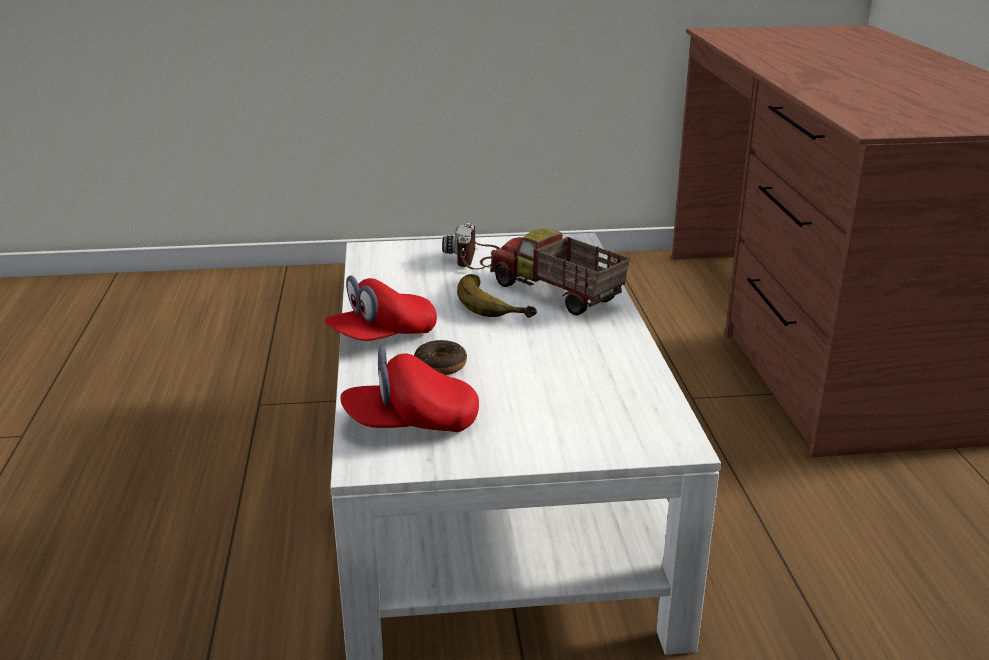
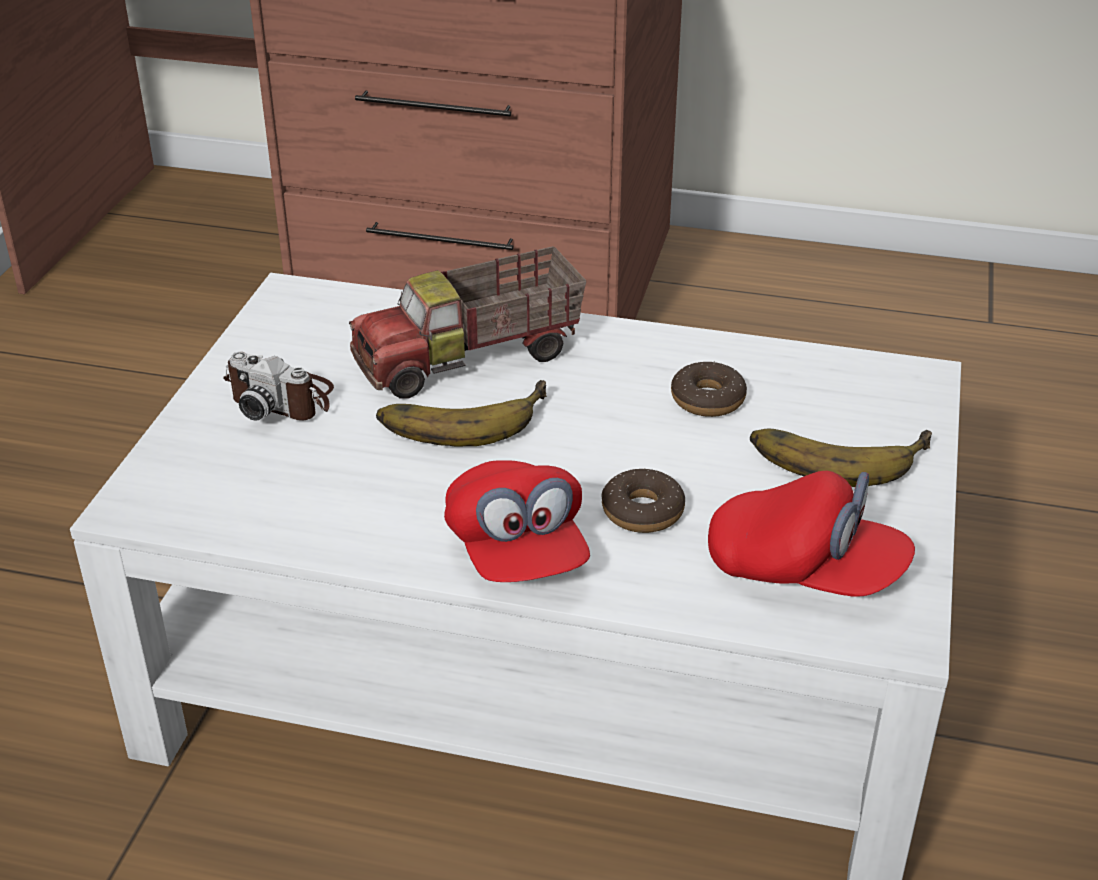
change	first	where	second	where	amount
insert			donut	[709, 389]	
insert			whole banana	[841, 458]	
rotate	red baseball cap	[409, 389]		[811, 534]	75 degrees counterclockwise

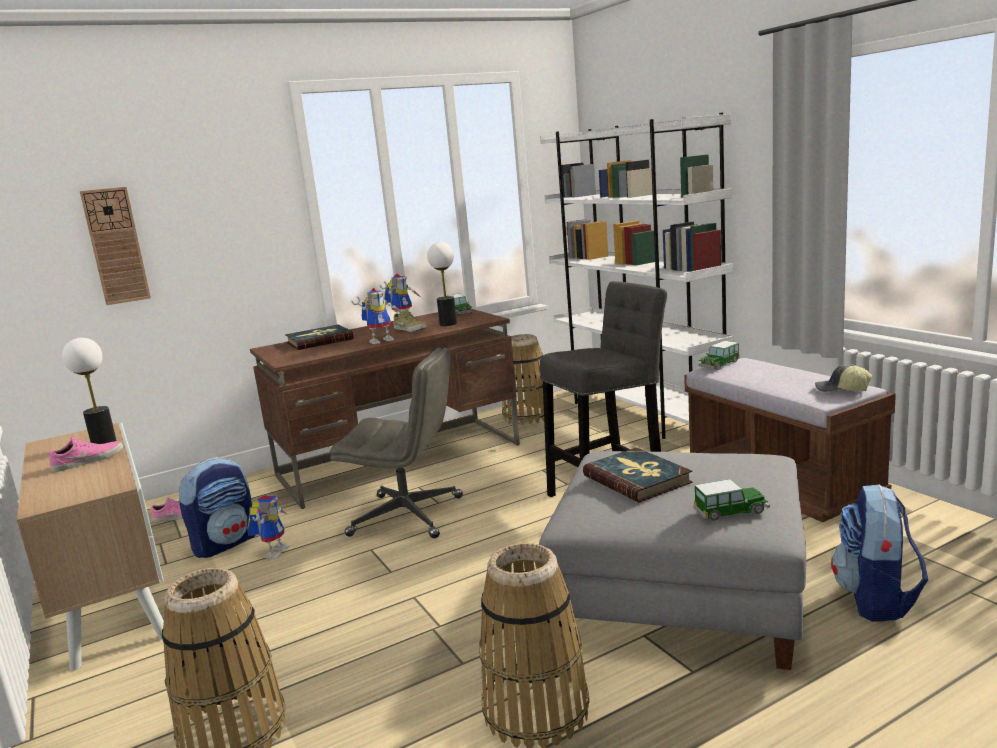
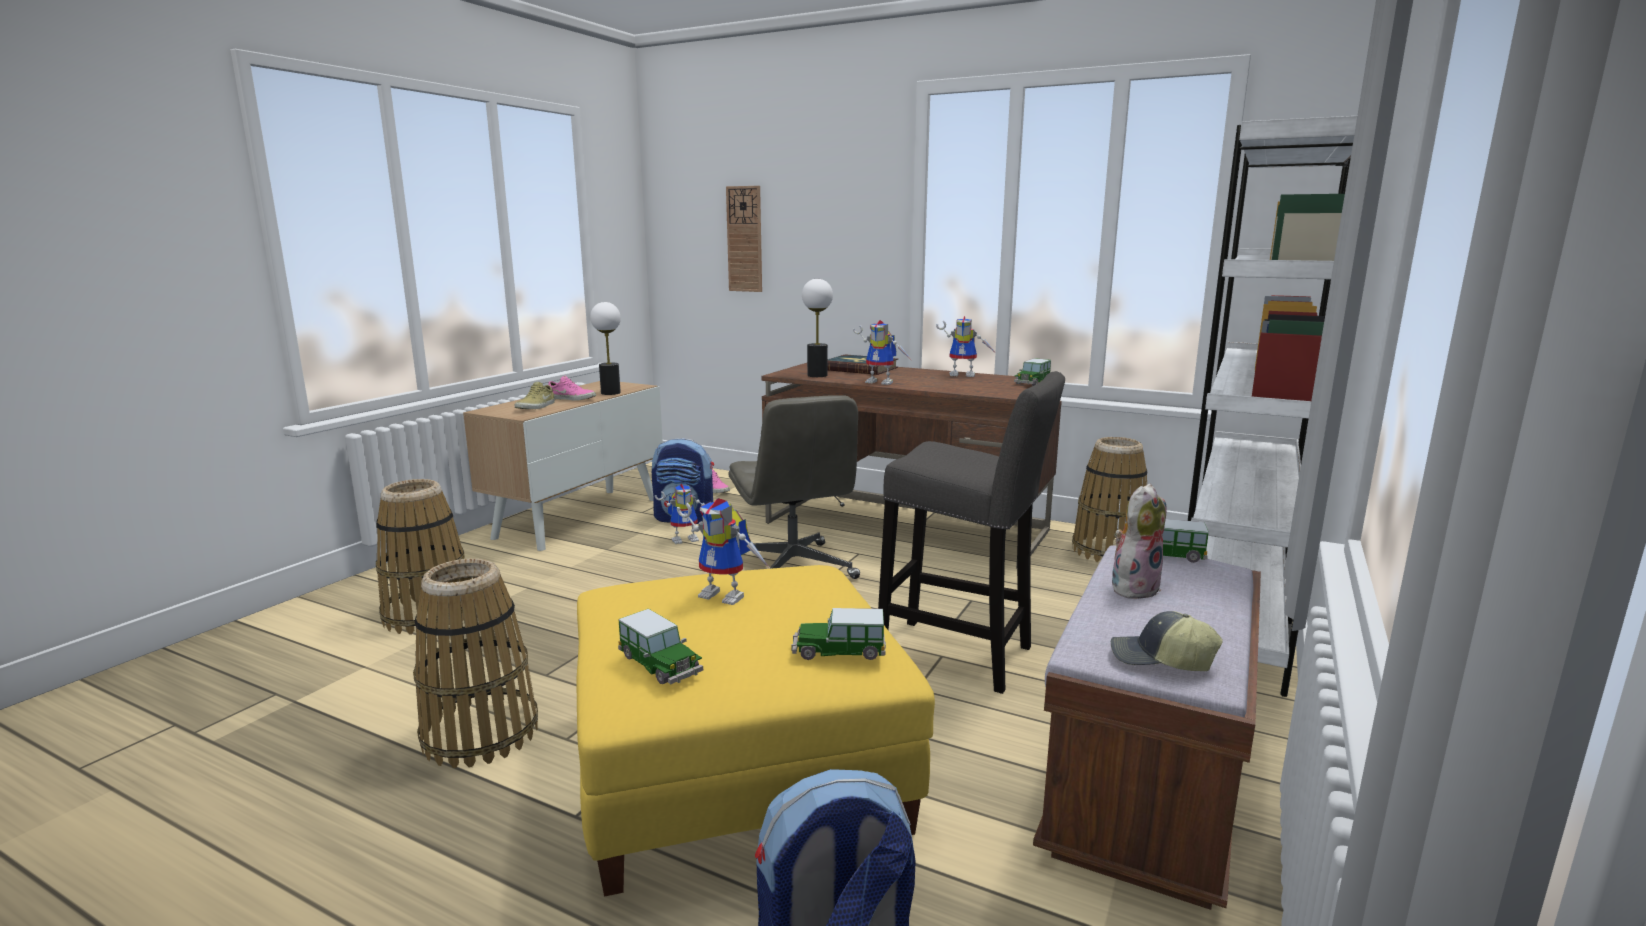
change	first	where	second	where	amount
insert			model car	[839, 634]	
insert			cuddly toy	[1139, 542]	
move	beige-coloured shoe	[410, 320]		[535, 395]	
move	table lamp	[442, 284]		[817, 328]	
replace	volume	[638, 475]	toy robot	[723, 551]	
recolor	grey pouffe	[672, 560]	yellowish pouffe	[755, 730]	
rotate	baseball cap	[843, 378]		[1167, 641]	60 degrees counterclockwise

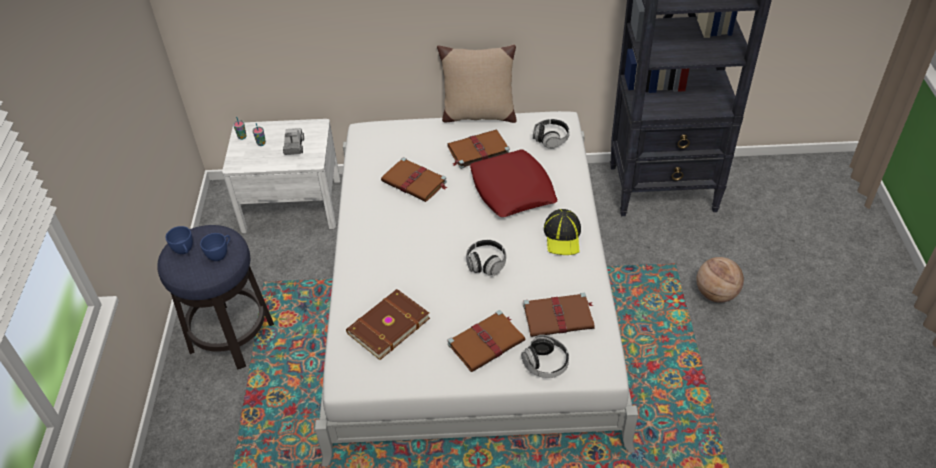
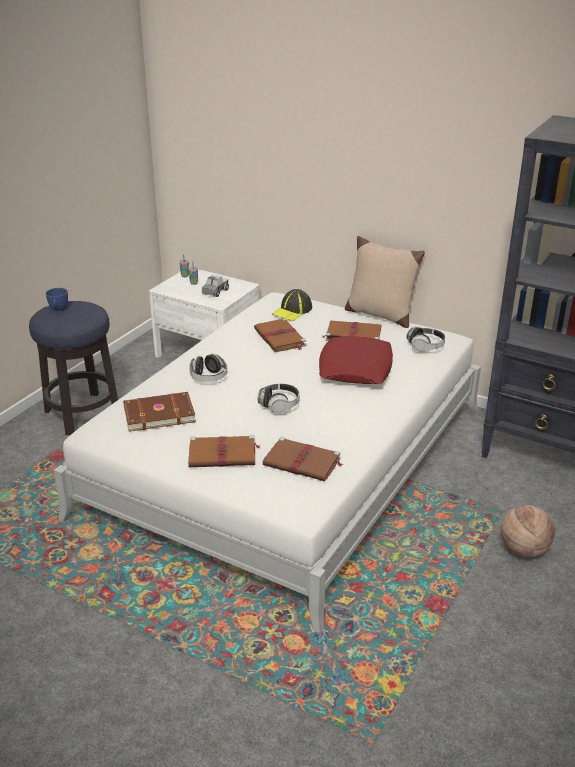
change	first	where	second	where	amount
delete	blue cup	[215, 247]			
move	headphones	[545, 356]		[208, 368]	
move	baseball cap	[562, 232]		[292, 305]	

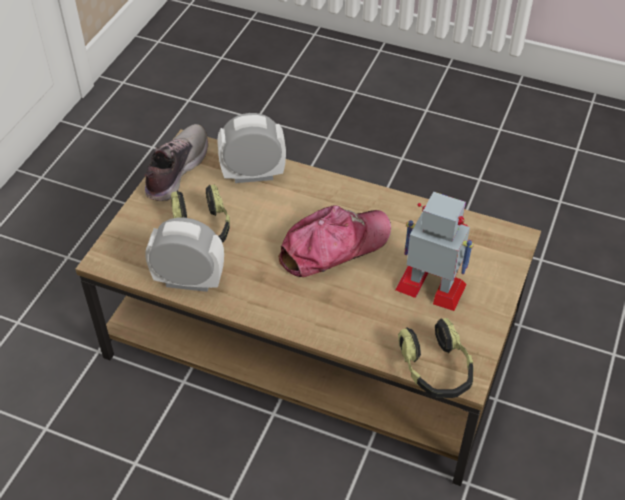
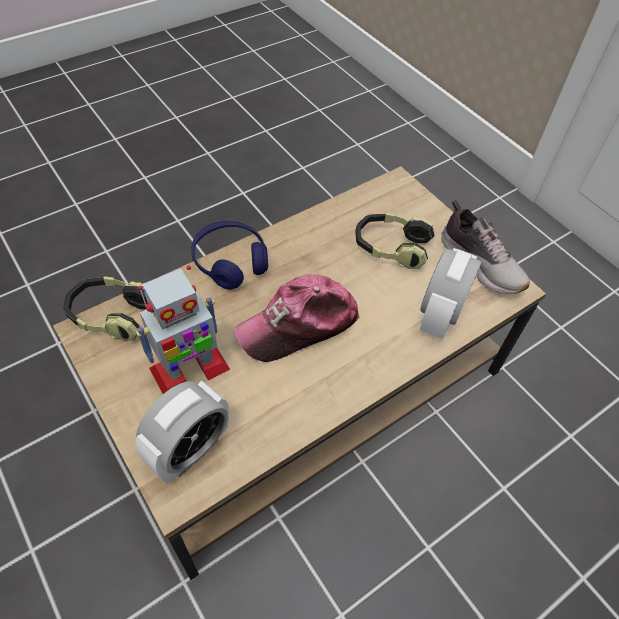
change	first	where	second	where	amount
insert			blue headphones	[229, 255]	
move	table clock	[184, 255]		[182, 432]	
rotate	baseball cap	[334, 241]		[296, 318]	60 degrees clockwise

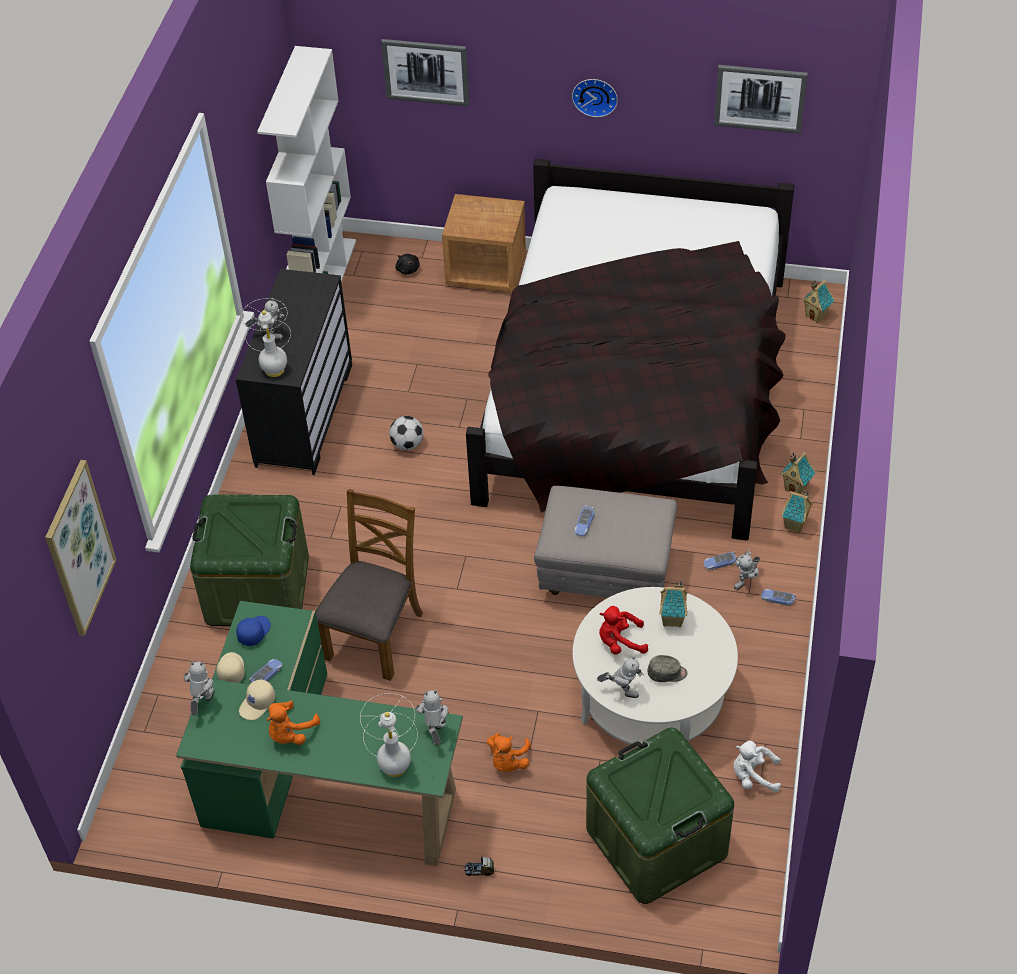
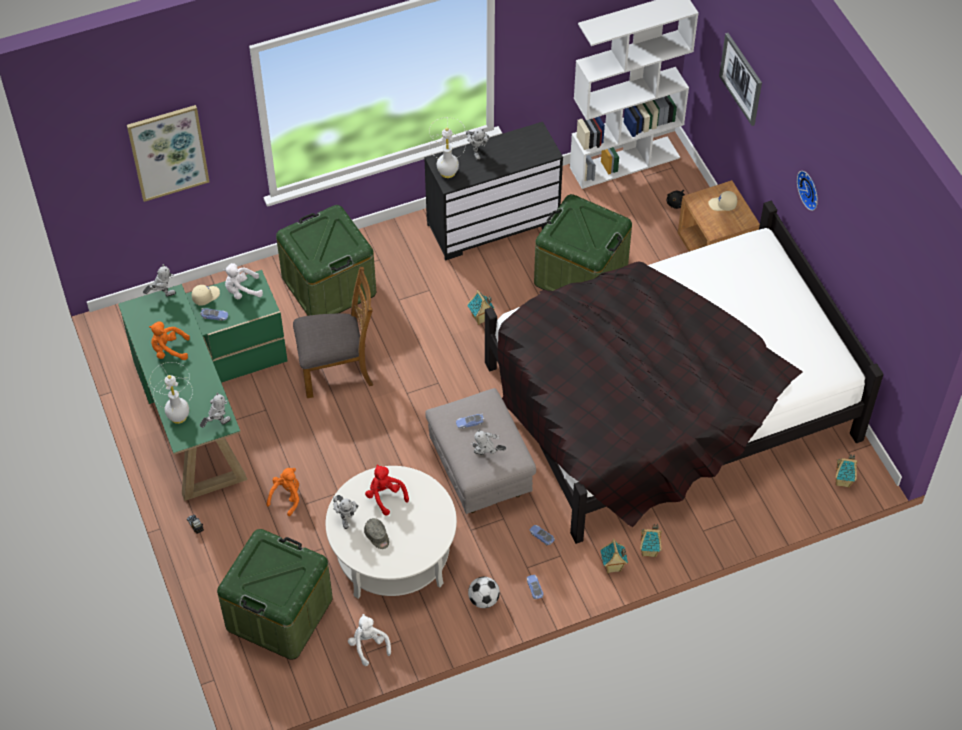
change	first	where	second	where	amount
delete	wall picture	[761, 99]			
insert			green-coloured storage container	[583, 242]	
move	beige-coloured baseball cap	[257, 700]		[723, 201]	
move	football ball	[406, 433]		[484, 592]	
move	model house	[674, 604]		[481, 307]	
move	toy robot	[747, 570]		[488, 442]	
replace	blue baseball cap	[253, 631]	white cuddly toy	[243, 281]	
rotate	orangey cuddly toy	[509, 752]		[283, 492]	135 degrees clockwise

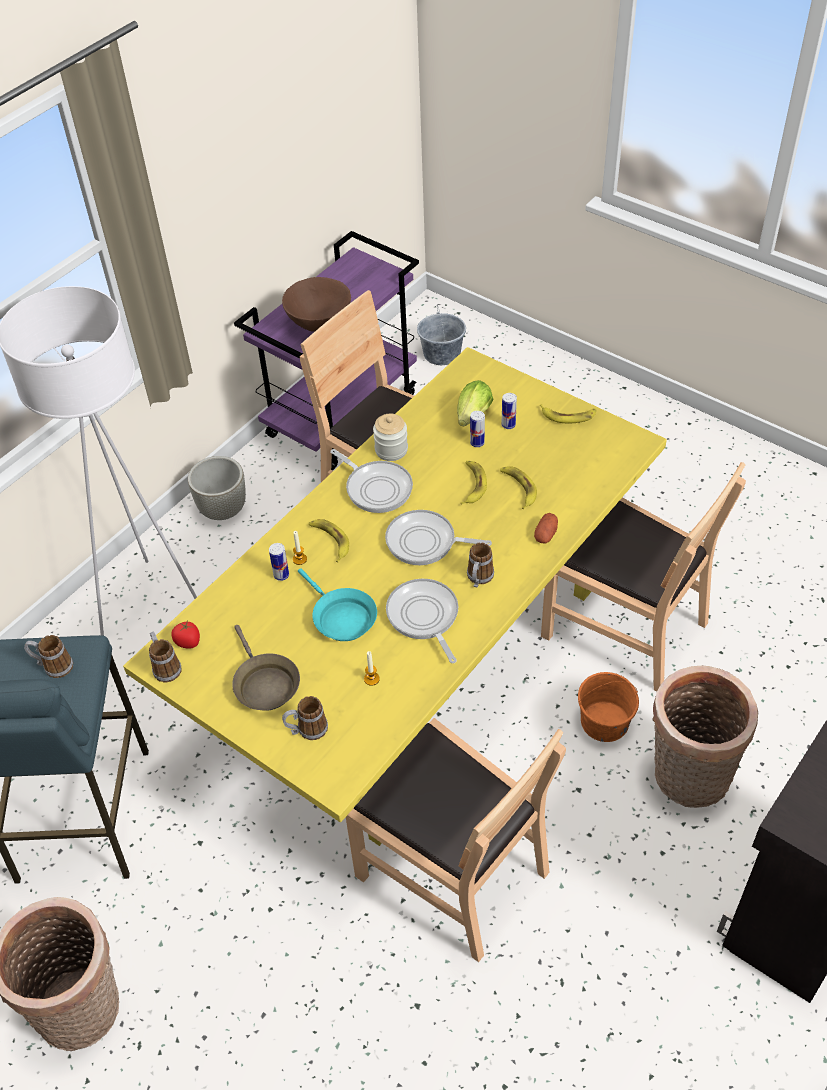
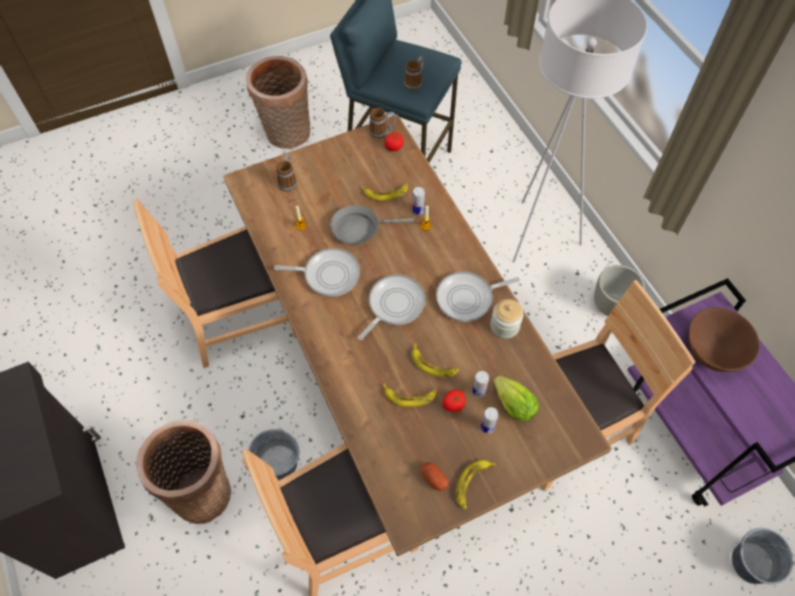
change	first	where	second	where	amount
delete	brown-coloured frying pan	[266, 668]			
delete	mug	[480, 565]			
insert			fresh tomato	[454, 401]	
move	whole banana	[329, 540]		[385, 192]	
move	potato	[546, 528]		[435, 476]	
recolor	yellowish kitchen table	[395, 596]	brown-coloured kitchen table	[417, 335]	
recolor	turquoise-coloured frying pan	[337, 604]	grey frying pan	[372, 225]	
recolor	orangey bucket	[608, 707]	grey bucket	[274, 455]	

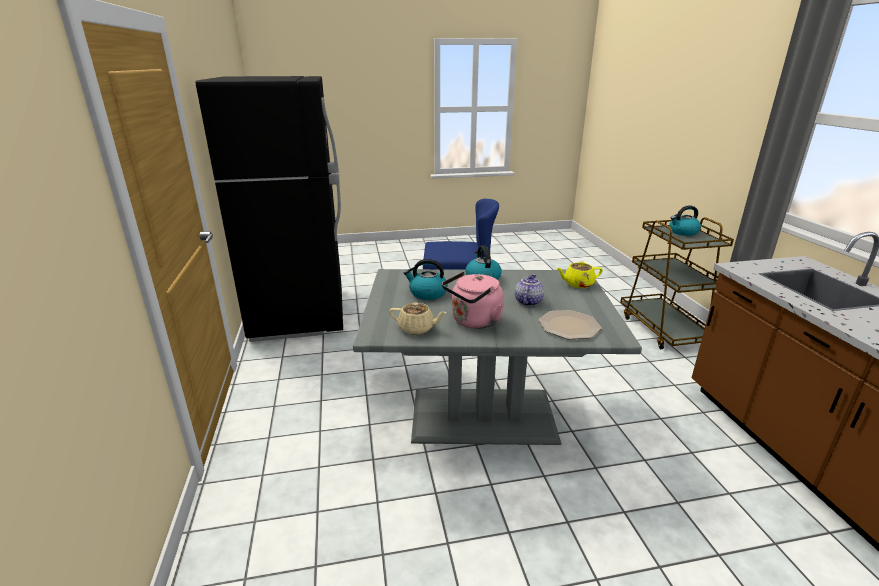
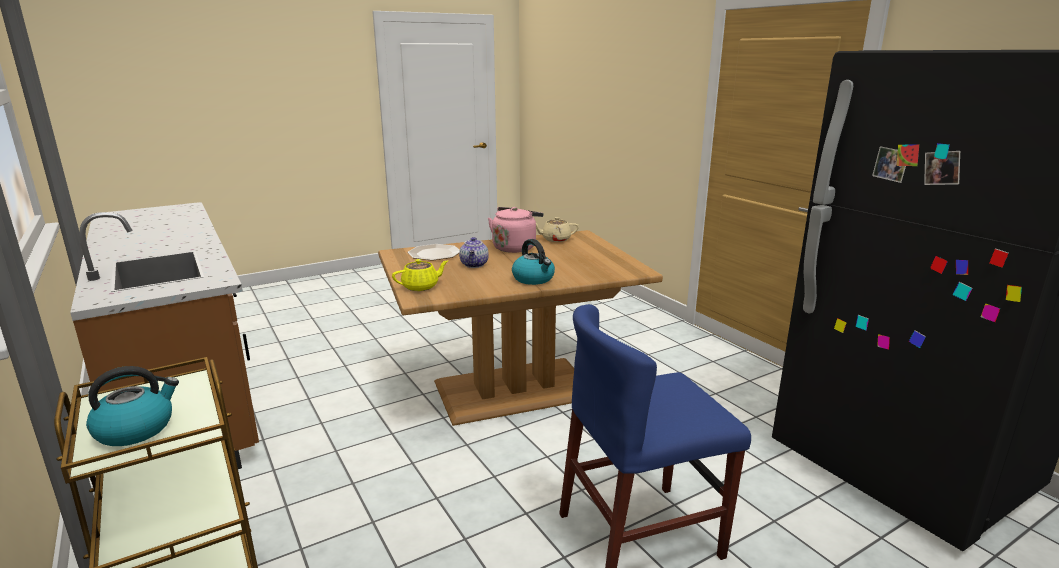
change	first	where	second	where	amount
delete	kettle	[426, 279]			
recolor	grey kitchen table	[497, 357]	brown-coloured kitchen table	[520, 328]	

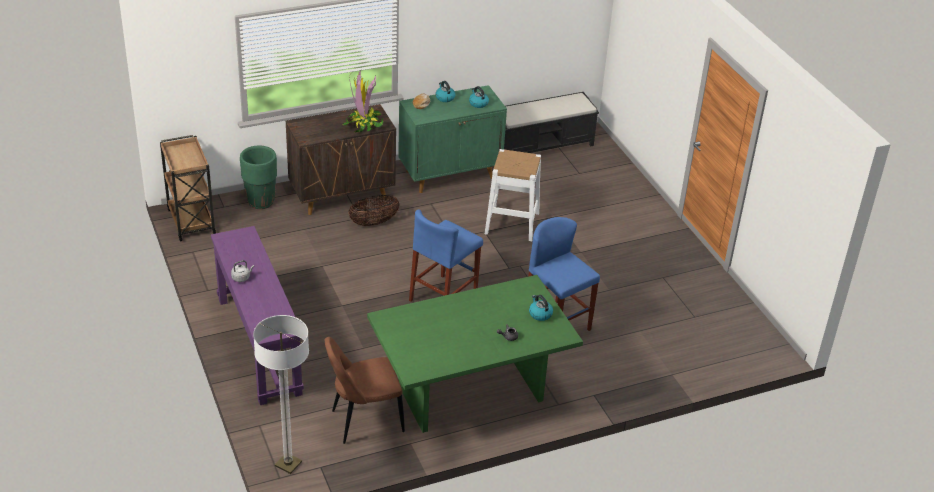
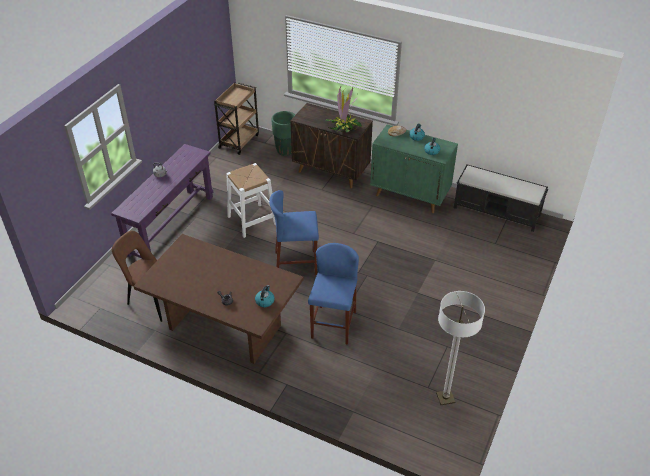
change	first	where	second	where	amount
delete	basket	[374, 210]			
move	standard lamp	[281, 394]		[460, 348]	
move	white sitting stool	[513, 195]		[251, 200]	
recolor	green-coloured kitchen table	[475, 354]	brown-coloured kitchen table	[218, 299]	

